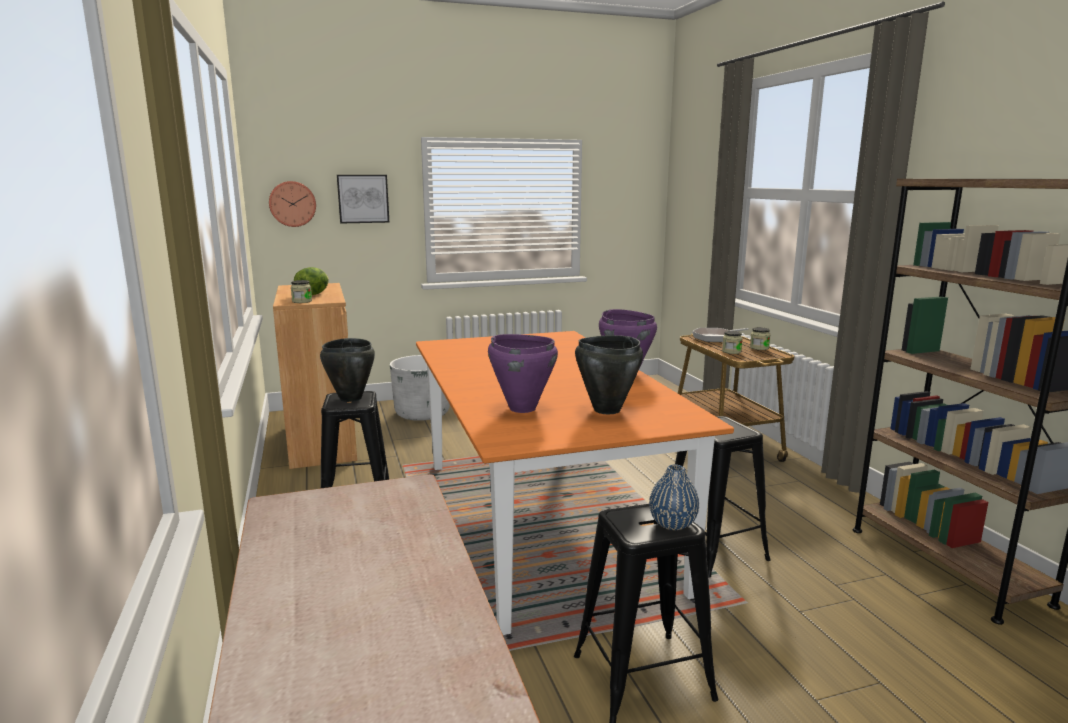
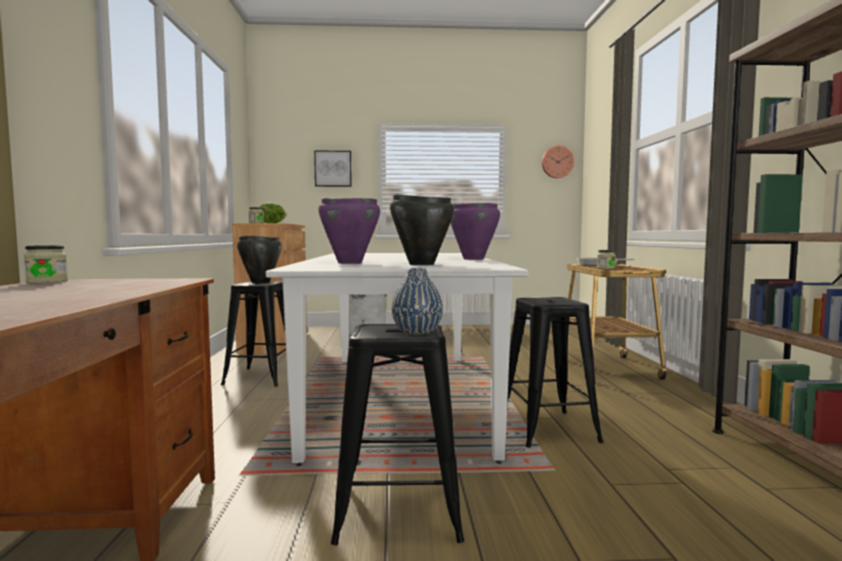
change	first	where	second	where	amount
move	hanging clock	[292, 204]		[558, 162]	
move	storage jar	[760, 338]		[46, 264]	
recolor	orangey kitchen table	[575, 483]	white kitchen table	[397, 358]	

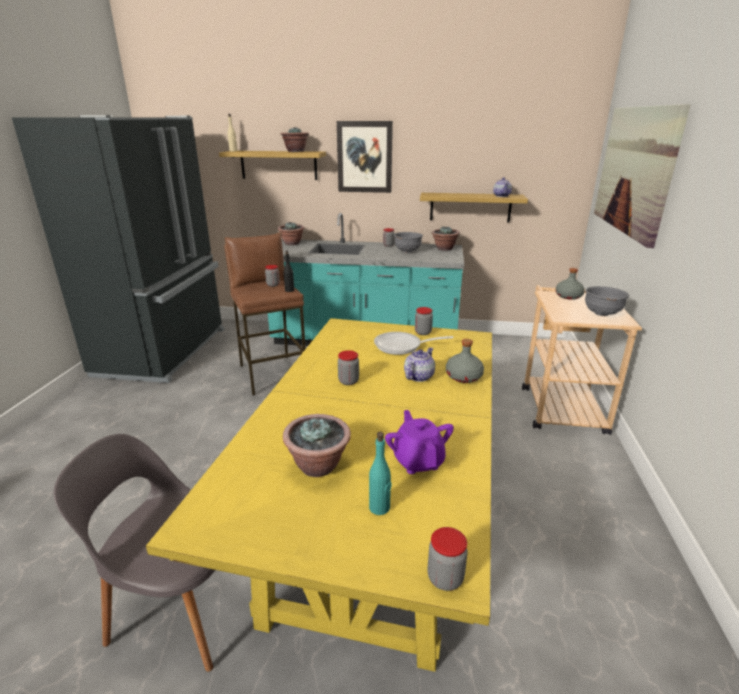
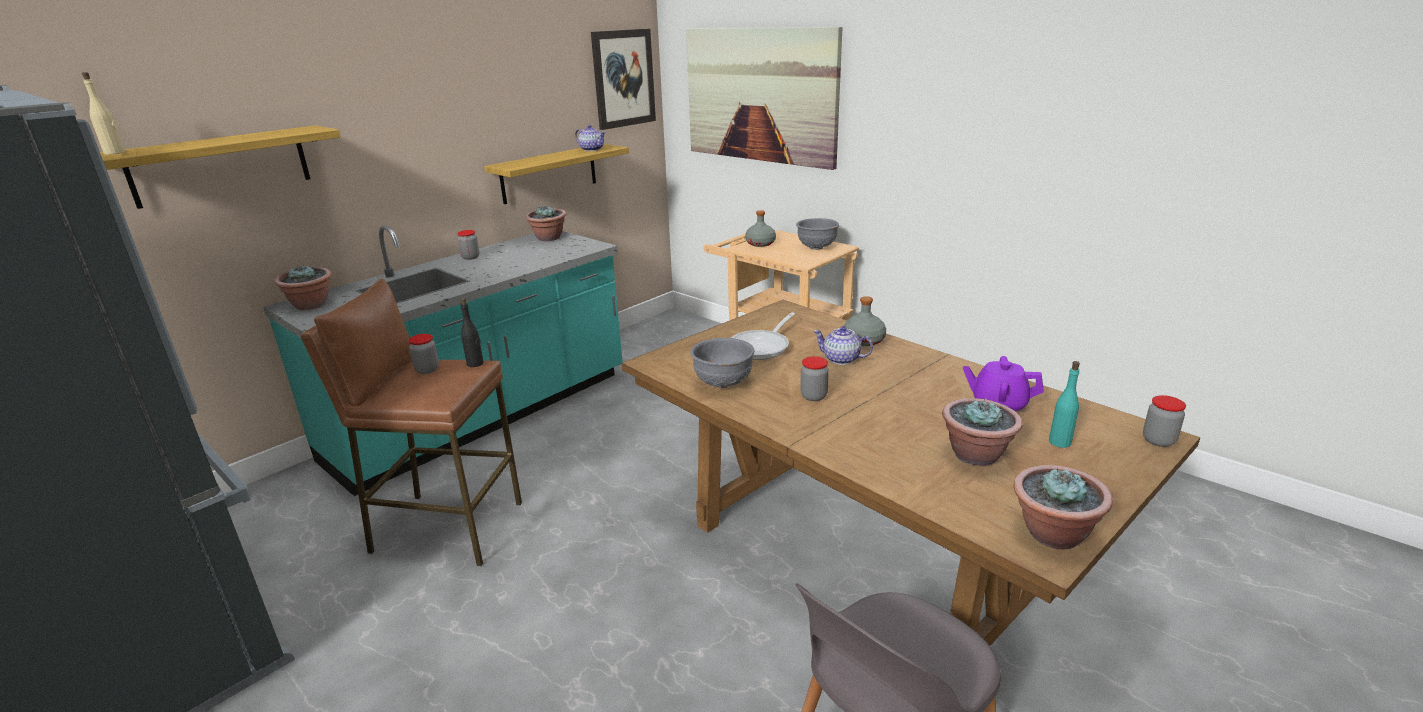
change	first	where	second	where	amount
delete	storage jar	[424, 321]			
move	houseplant	[295, 139]		[1063, 507]	
move	wall picture	[365, 157]		[623, 79]	
move	grey serving bowl	[408, 242]		[722, 363]	
recolor	yellowish kitchen table	[319, 495]	brown-coloured kitchen table	[911, 472]	
rotate	pot for tea	[419, 364]		[843, 345]	45 degrees counterclockwise

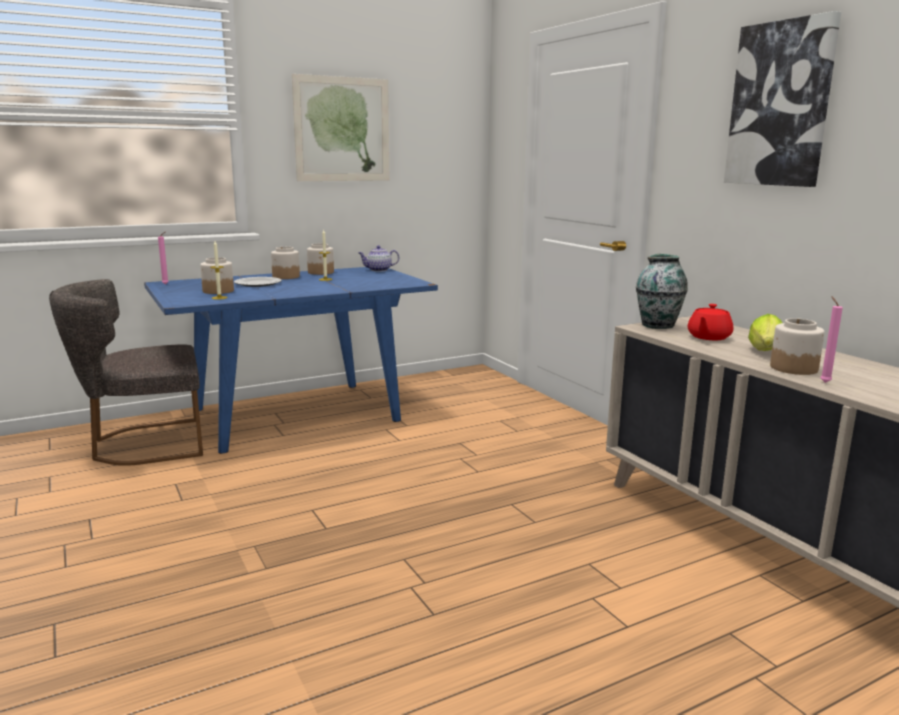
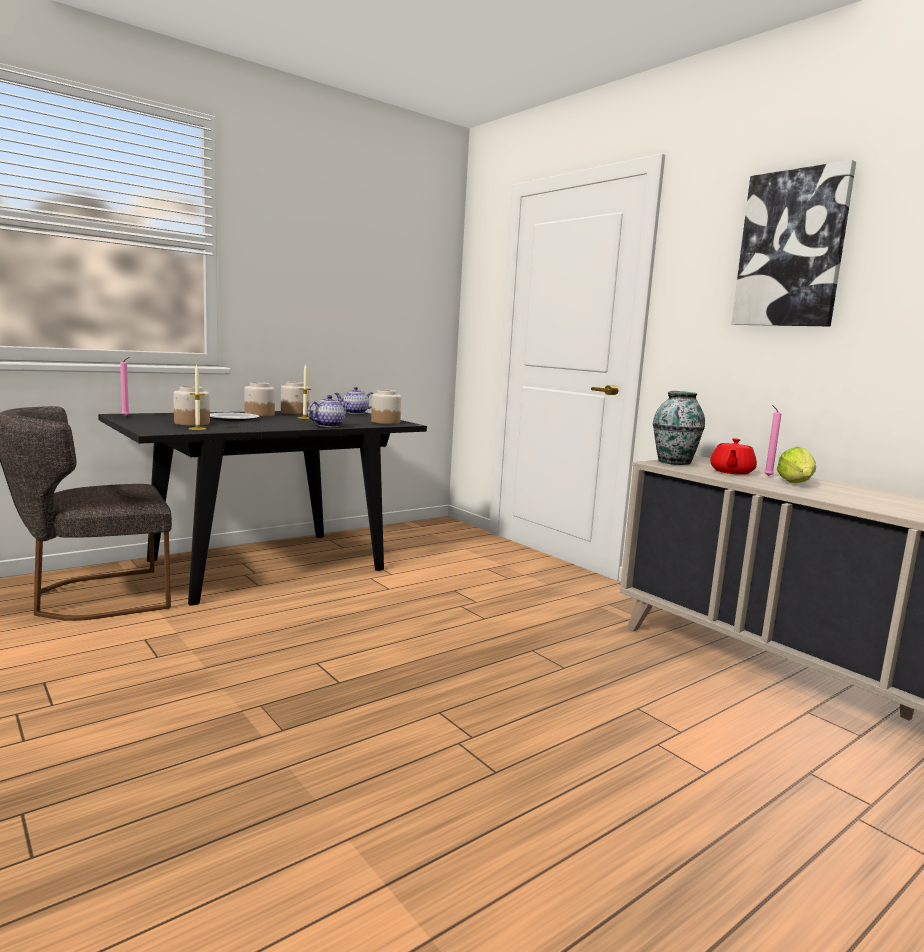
change	first	where	second	where	amount
delete	wall picture	[340, 127]			
insert			pot for tea	[328, 411]	
move	storage jar	[797, 346]		[386, 407]	
move	pinkish wax light	[831, 339]		[773, 441]	
recolor	blue kitchen table	[291, 360]	black-coloured kitchen table	[262, 508]	

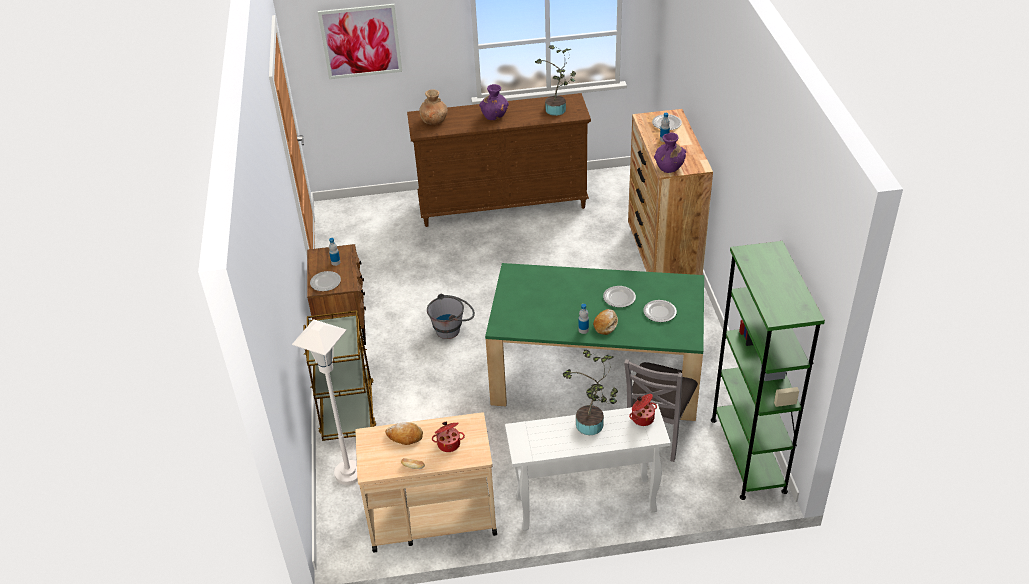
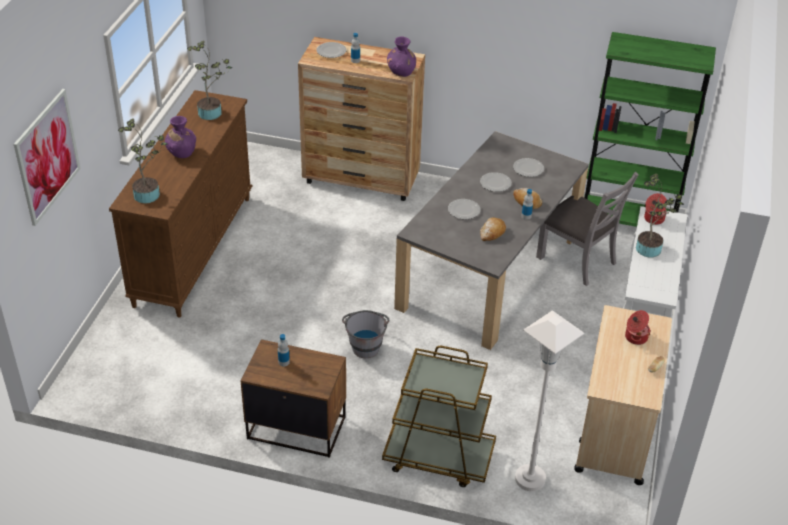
change	first	where	second	where	amount
move	dinner plate	[325, 281]		[464, 209]	
move	baked bread	[404, 433]		[493, 229]	
replace	brown-coloured vase	[433, 107]	houseplant	[143, 160]	
recolor	green-coloured kitchen table	[594, 342]	grey kitchen table	[491, 240]	

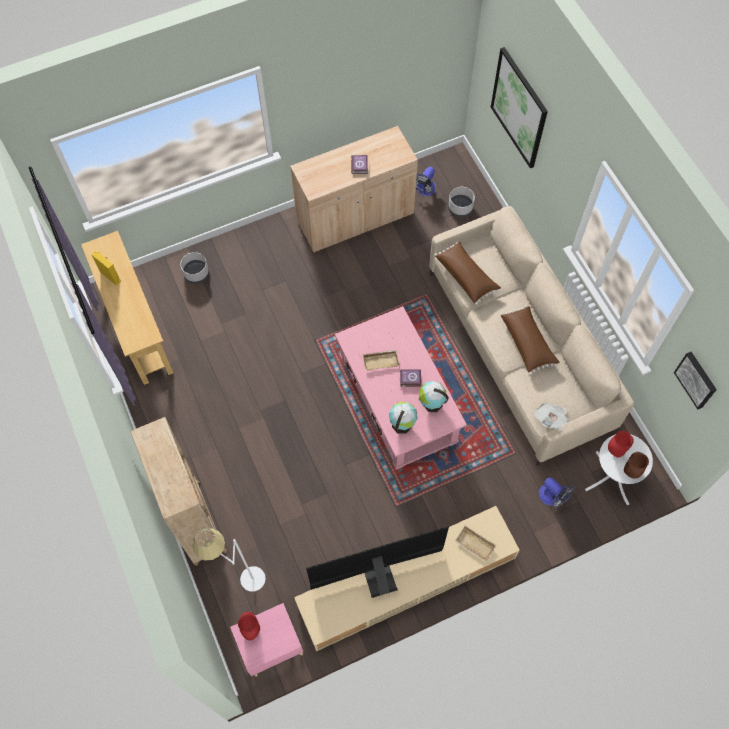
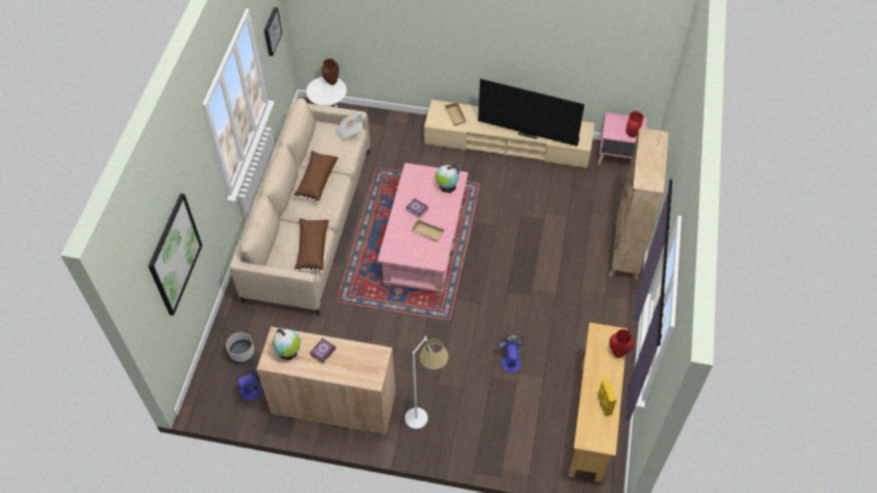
change	first	where	second	where	amount
delete	grey planter	[194, 268]			
move	white standard lamp	[229, 560]		[427, 382]	
move	globe	[434, 396]		[286, 344]	
move	cooling fan	[557, 493]		[510, 353]	
move	red vase	[621, 444]		[621, 343]	

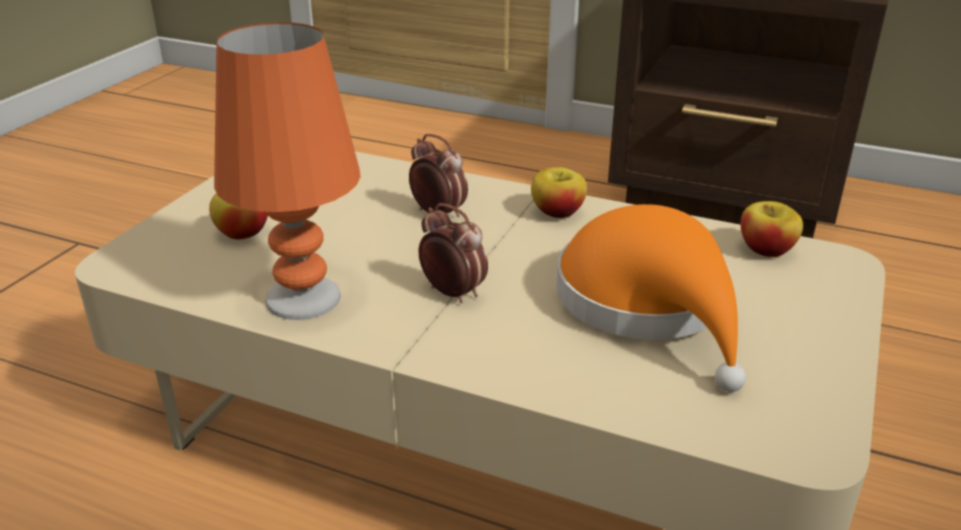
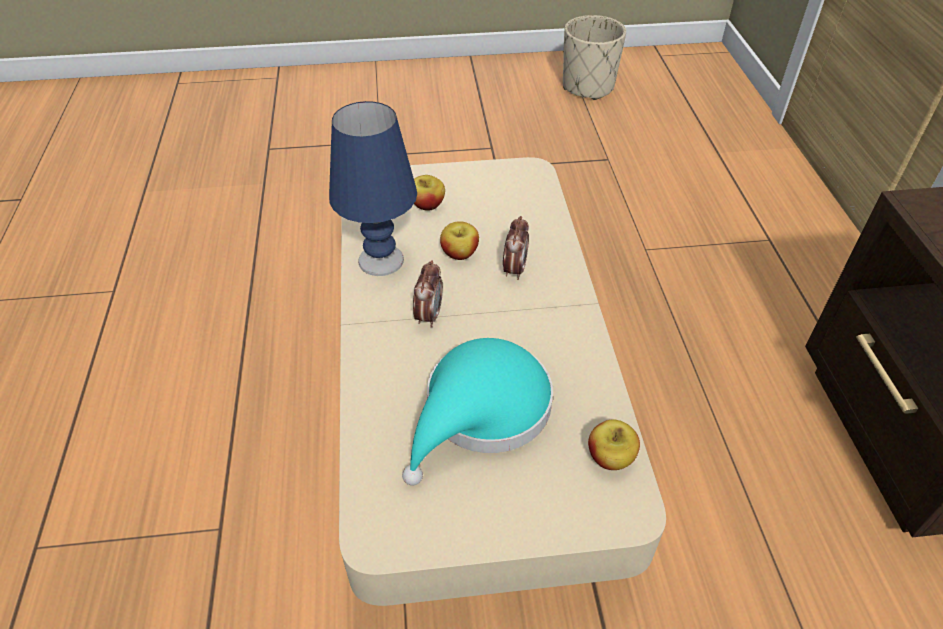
change	first	where	second	where	amount
insert			beige-coloured planter	[594, 57]	
move	whole apple	[559, 192]		[459, 240]	
recolor	orangey table lamp	[287, 171]	blue table lamp	[373, 188]	
recolor	orangey clothing hat	[651, 298]	turquoise-coloured clothing hat	[477, 412]	

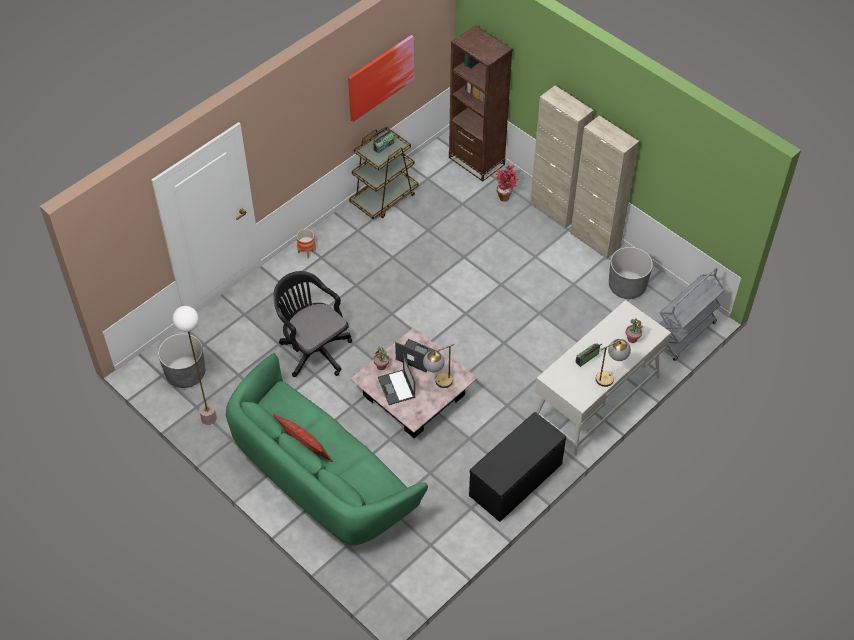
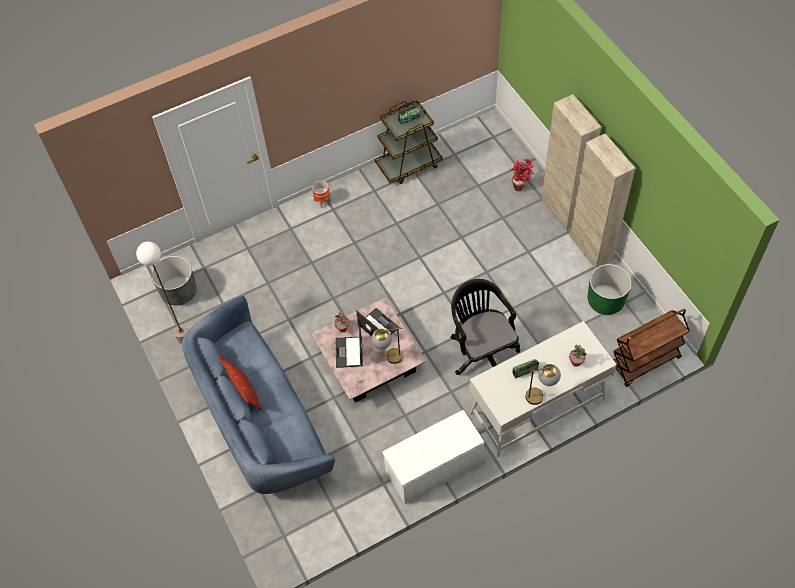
change	first	where	second	where	amount
delete	wall picture	[381, 78]			
delete	brown-coloured bookshelf	[480, 103]			
move	black-coloured office chair	[312, 324]		[485, 327]	
recolor	green-coloured sofa	[327, 449]	blue sofa	[258, 395]	
recolor	black-coloured indoor bench	[517, 467]	white indoor bench	[433, 457]	
recolor	grey planter	[631, 273]	green-coloured planter	[610, 289]	
recolor	grey trolley	[691, 314]	brown-coloured trolley	[651, 348]	

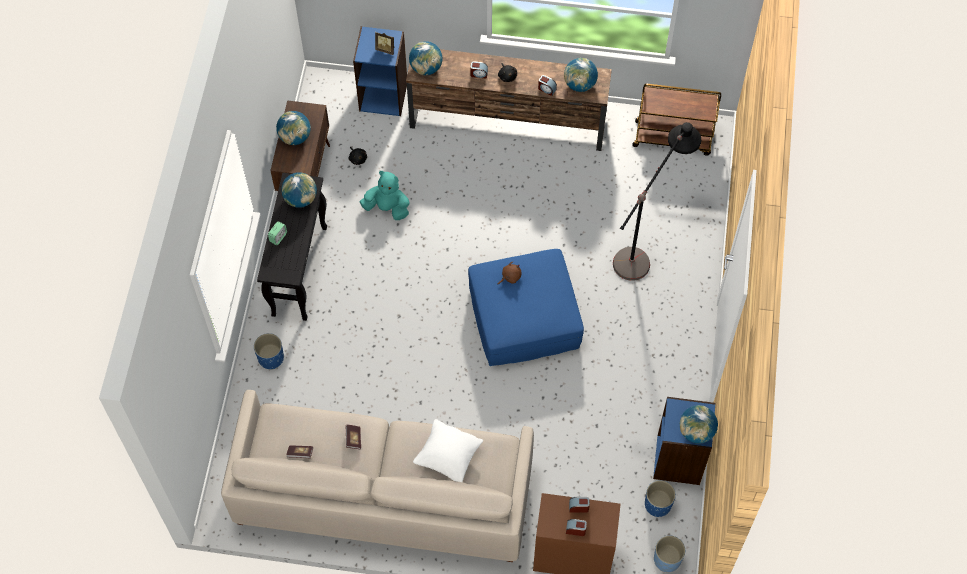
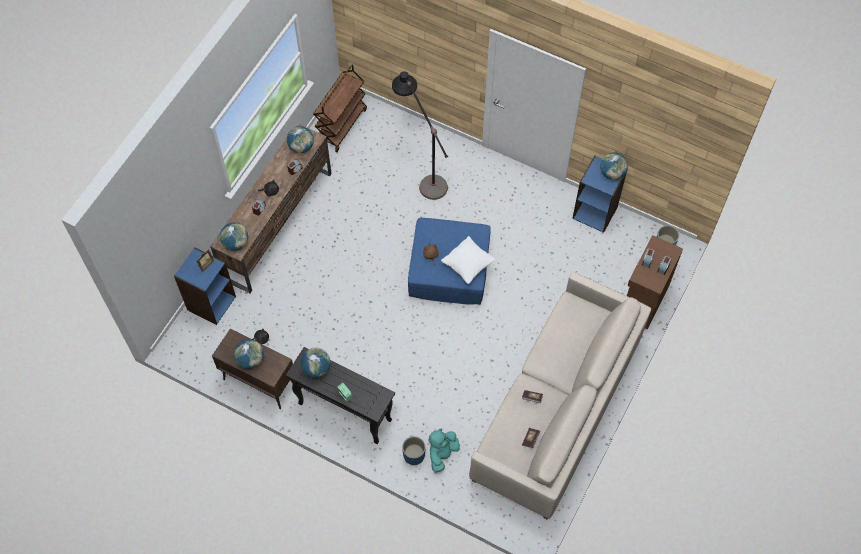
change	first	where	second	where	amount
delete	blue planter	[660, 498]			
move	turquoise-coloured cuddly toy	[385, 195]		[444, 450]	
move	white cushion	[448, 450]		[468, 260]	

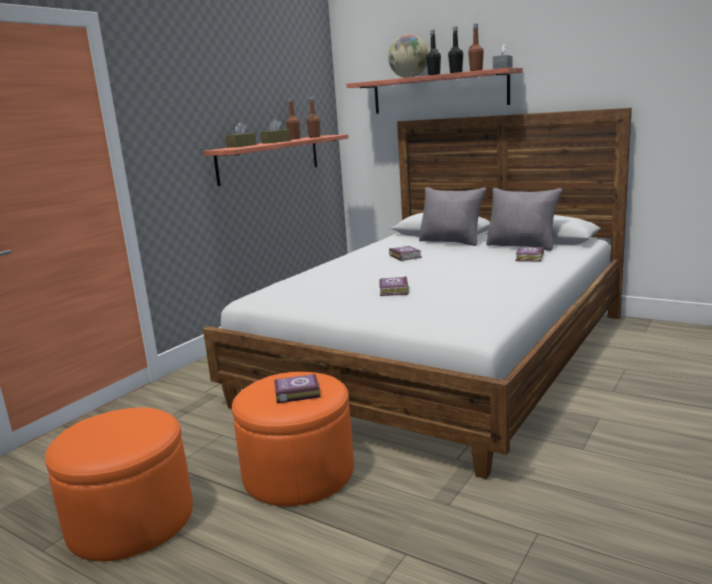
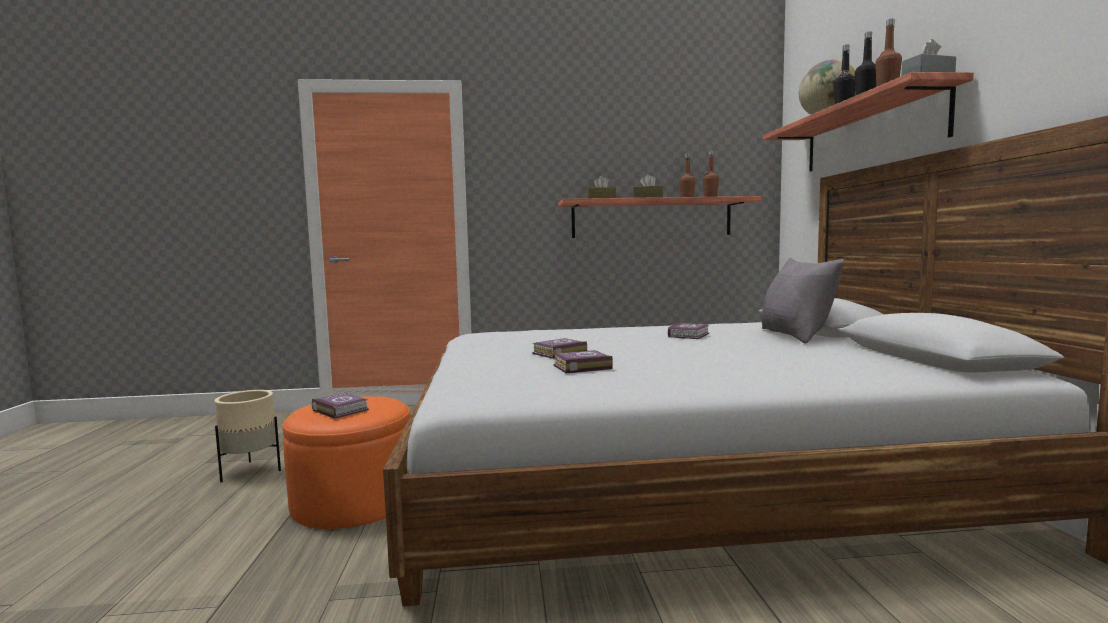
change	first	where	second	where	amount
delete	grey cushion	[524, 219]			
move	volume	[529, 254]		[583, 361]	
replace	orangey pouffe	[119, 484]	beige-coloured planter	[247, 436]	

